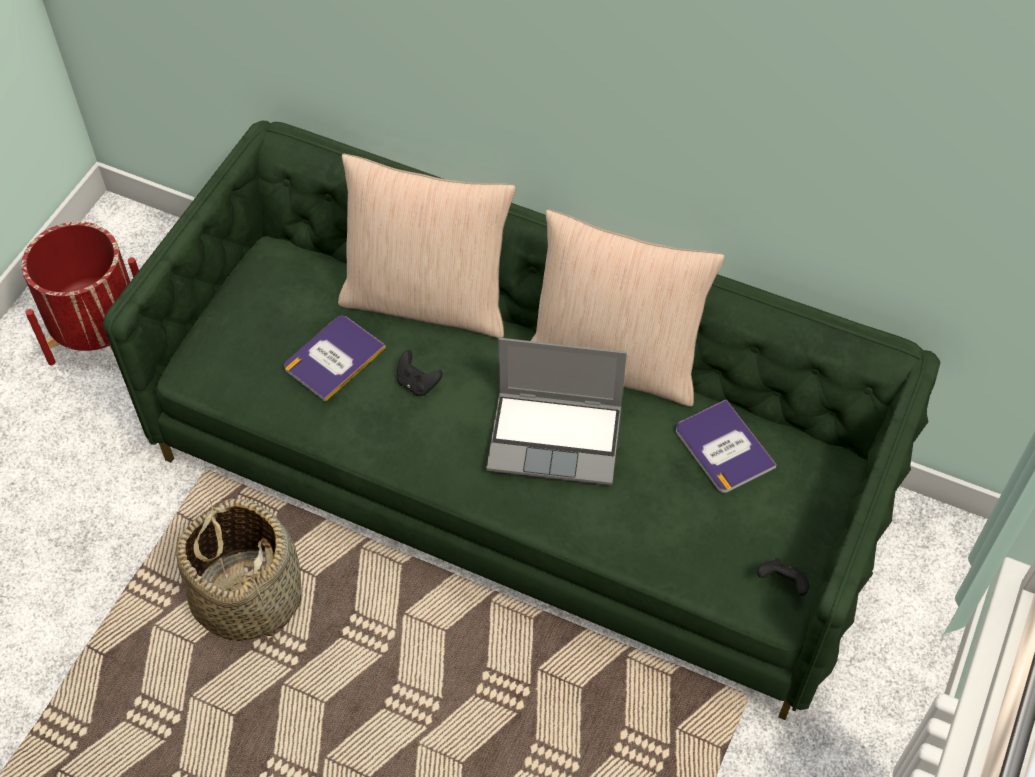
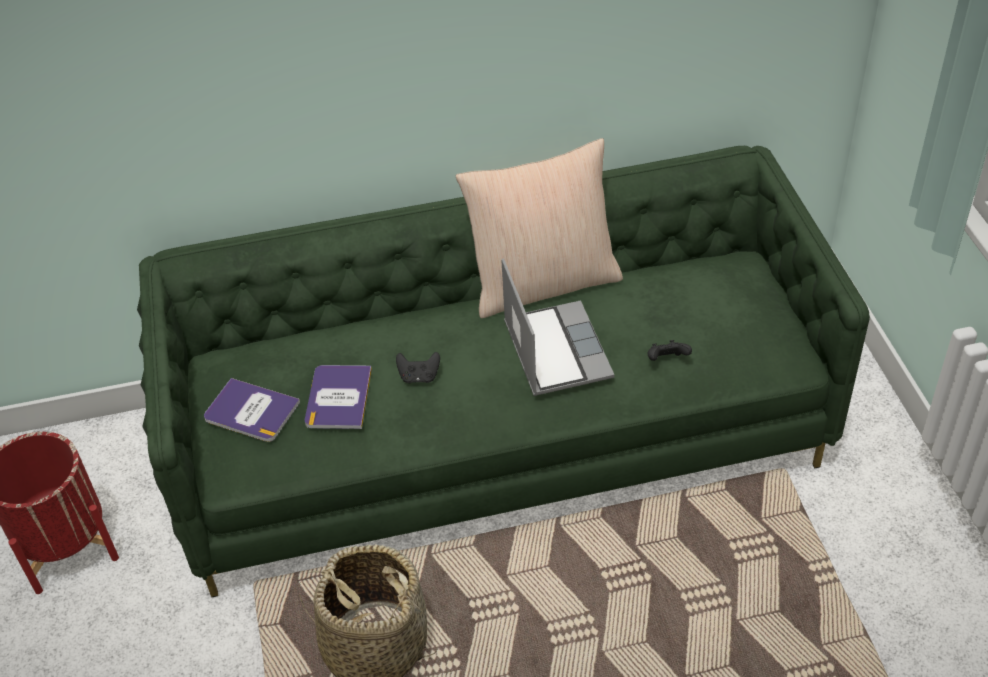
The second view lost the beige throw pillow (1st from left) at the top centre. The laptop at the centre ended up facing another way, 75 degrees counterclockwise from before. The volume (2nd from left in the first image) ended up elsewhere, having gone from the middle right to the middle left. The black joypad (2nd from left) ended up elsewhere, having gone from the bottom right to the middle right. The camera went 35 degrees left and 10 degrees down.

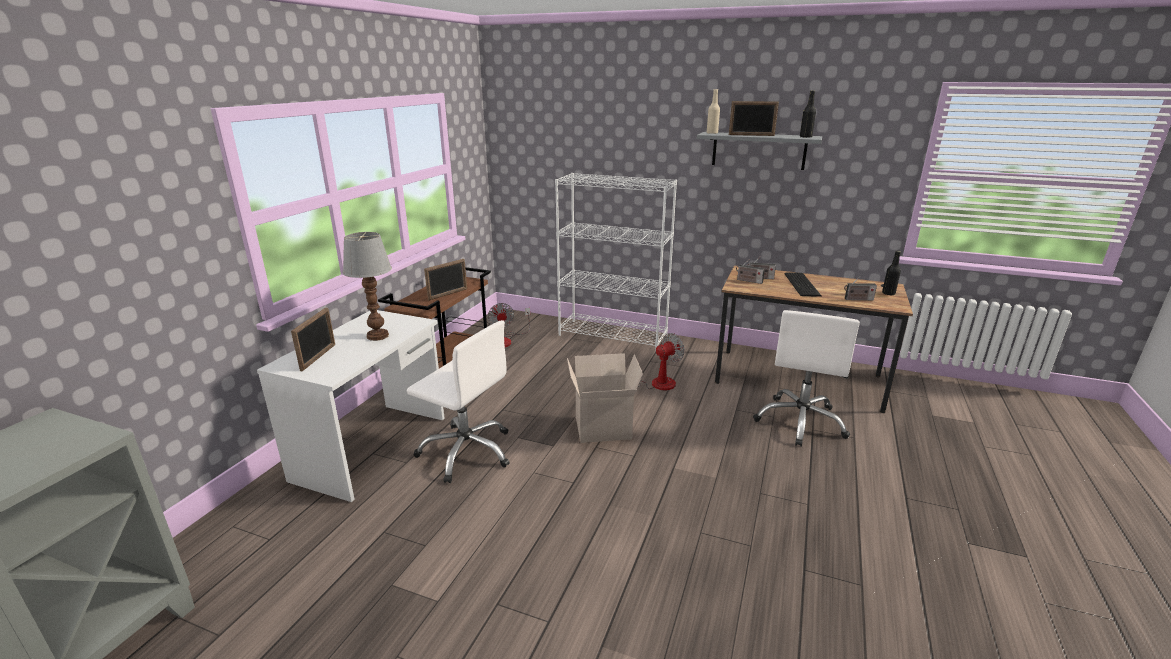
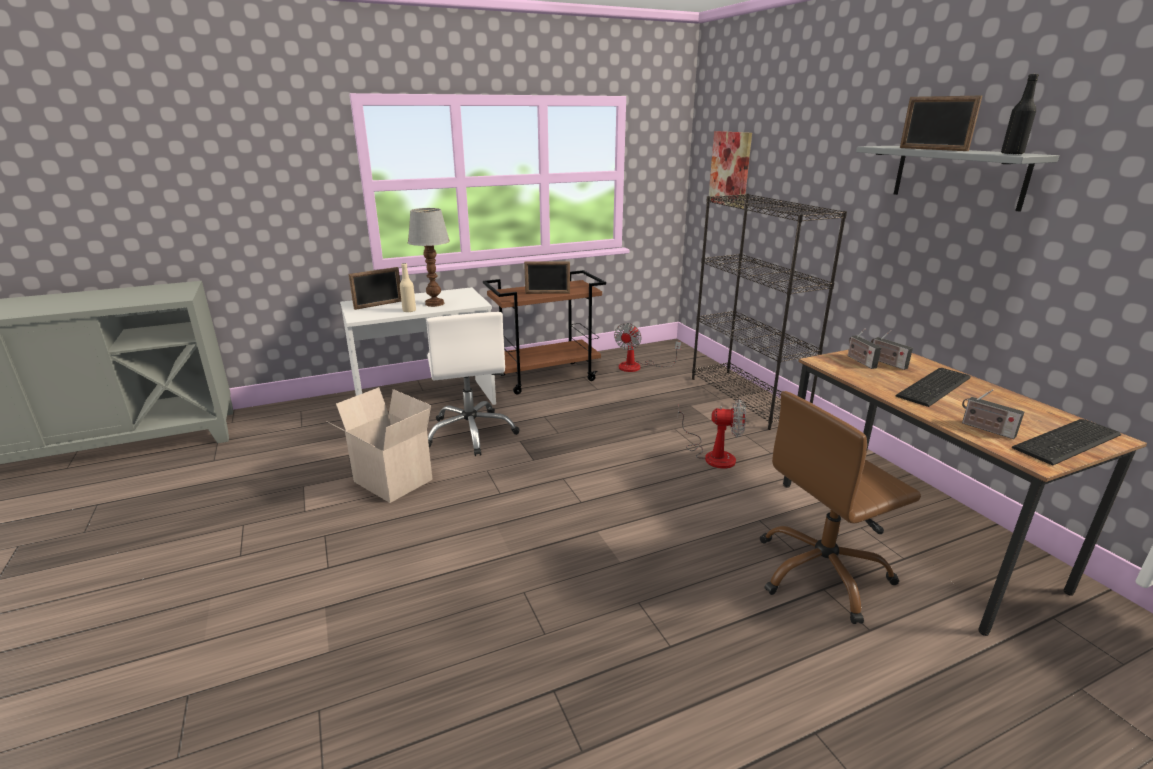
What was the white-coloured bookcase at the centre turned into the black bookcase at the middle right. The cardboard box ended up elsewhere, having gone from the centre to the middle left. The beige beverage bottle ended up elsewhere, having gone from the top centre to the centre. What was the white-coloured desk chair (2nd from left) at the middle right turned into the brown desk chair at the middle right. Where the black beverage bottle (2nd from left) stood at the middle right, the computer keyboard (2nd from left) came to stand at the middle right. The second view gained the wall art at the top centre. The camera went 45 degrees right and 0 degrees up.

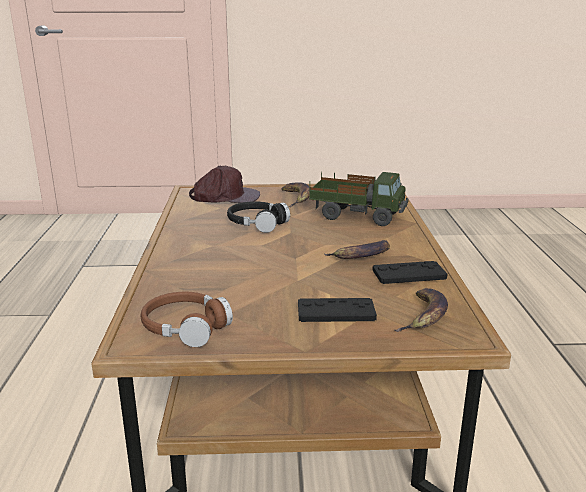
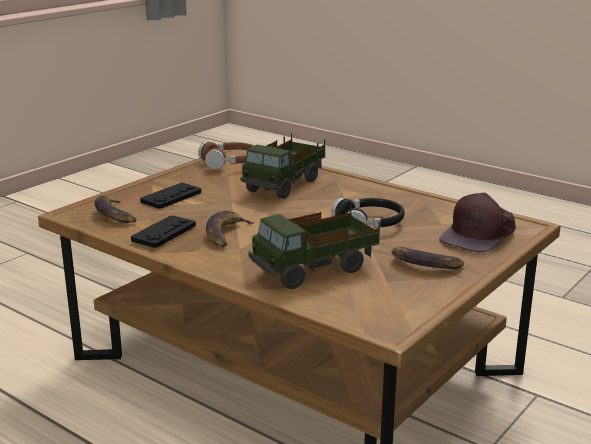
The second view gained the toy truck (1st from left) at the centre. The camera went 130 degrees right and 0 degrees up.

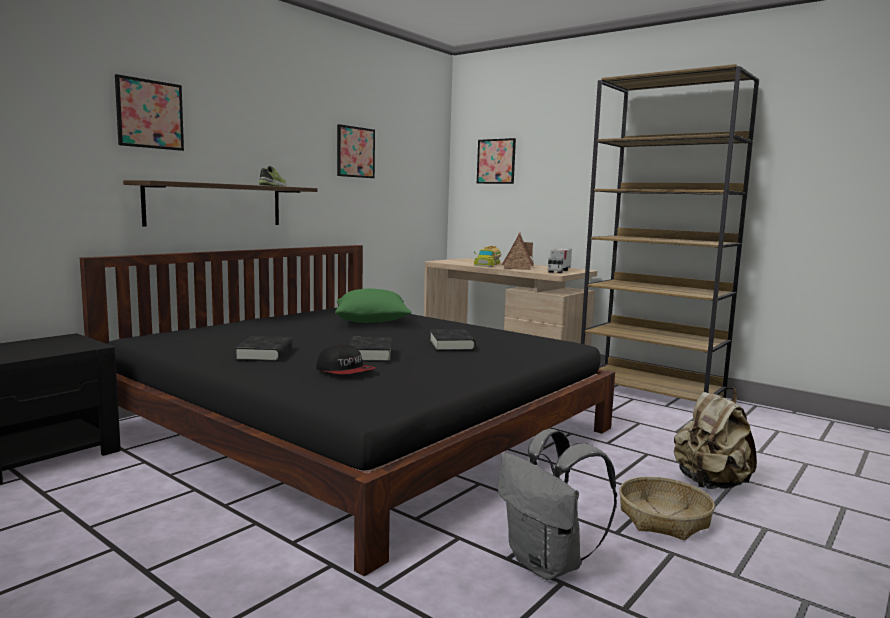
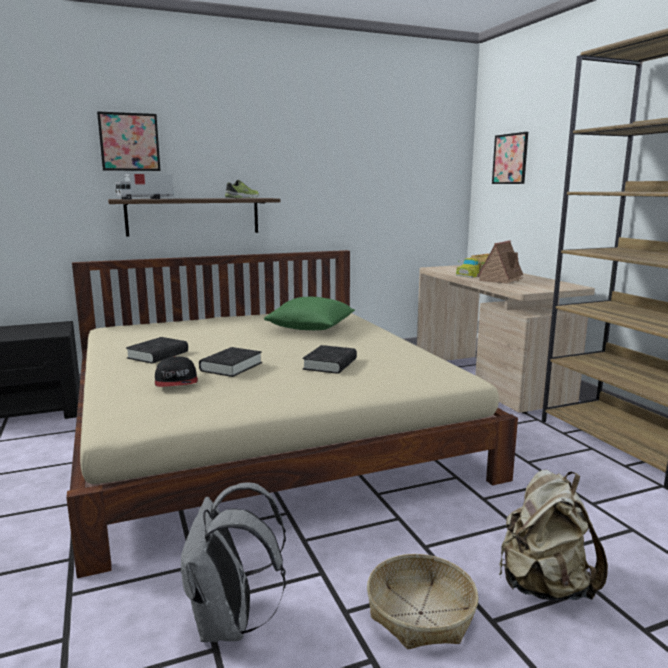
What was the black bedroom bed at the centre turned into the beige bedroom bed at the centre. The second view lost the wall art (2nd from left) at the top centre. The toy truck (2nd from left in the first image) ended up elsewhere, having gone from the centre to the top left. The camera went 30 degrees right and 5 degrees up.

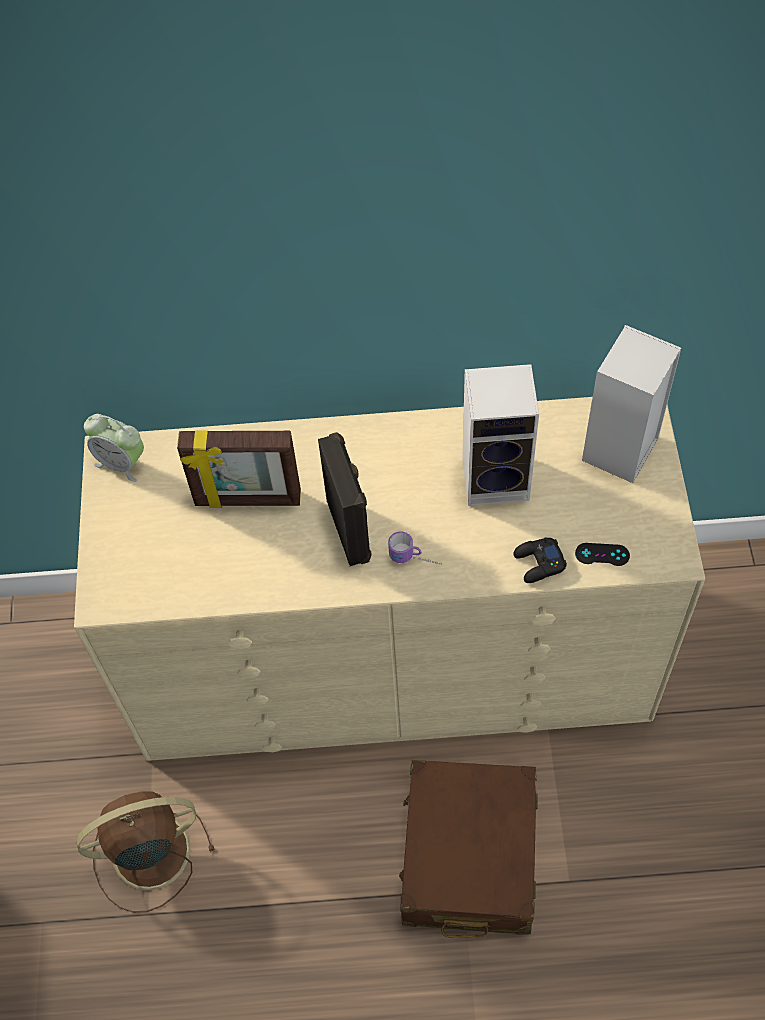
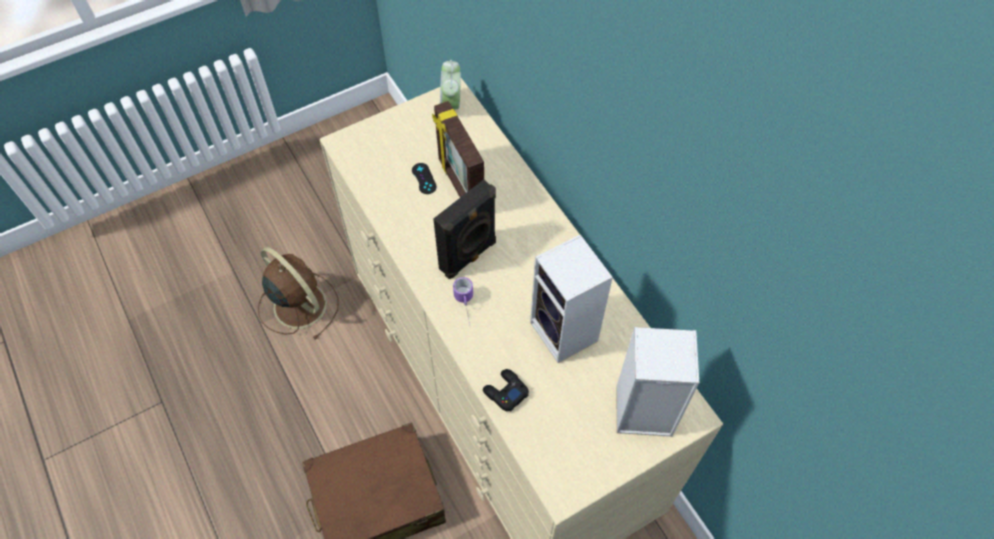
The black joypad (2nd from left in the first image) ended up elsewhere, having gone from the middle right to the top centre. The camera went 60 degrees right and 0 degrees up.

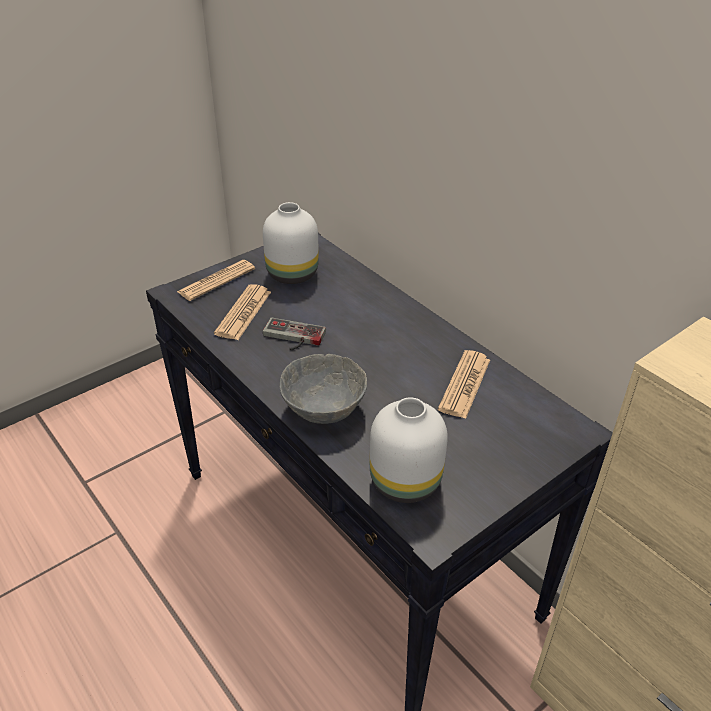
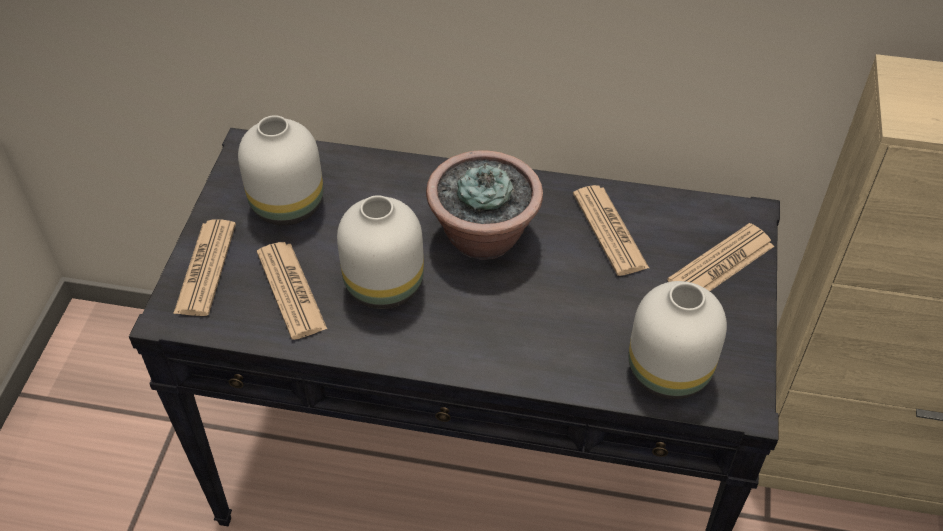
Where the joypad stood at the centre, the white-coloured flower vase (2nd from left) came to stand at the centre. The second view lost the gray deep dish at the centre. The second view gained the potted plant at the centre. The second view gained the daily paper (4th from left) at the middle right. The camera went 40 degrees left and 10 degrees up.

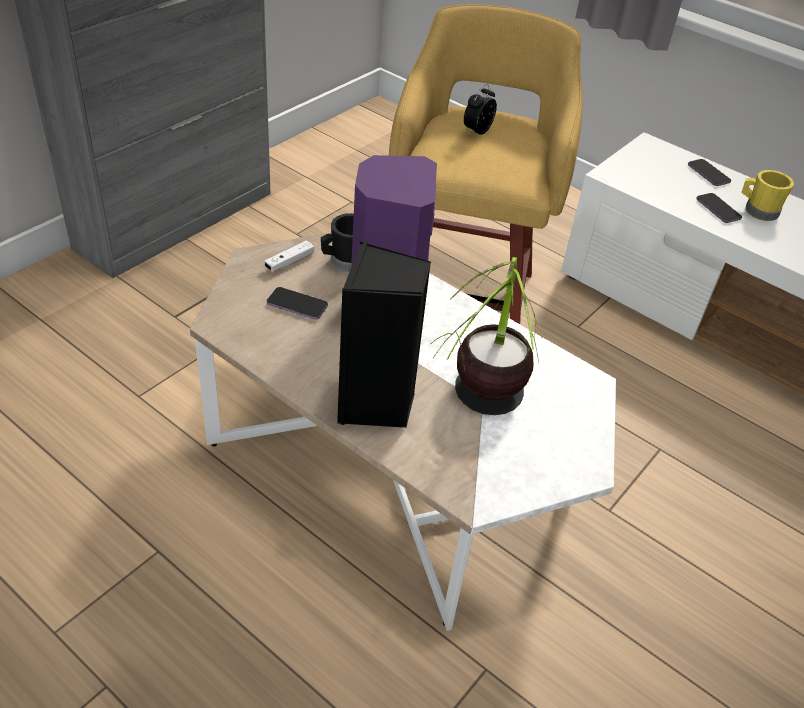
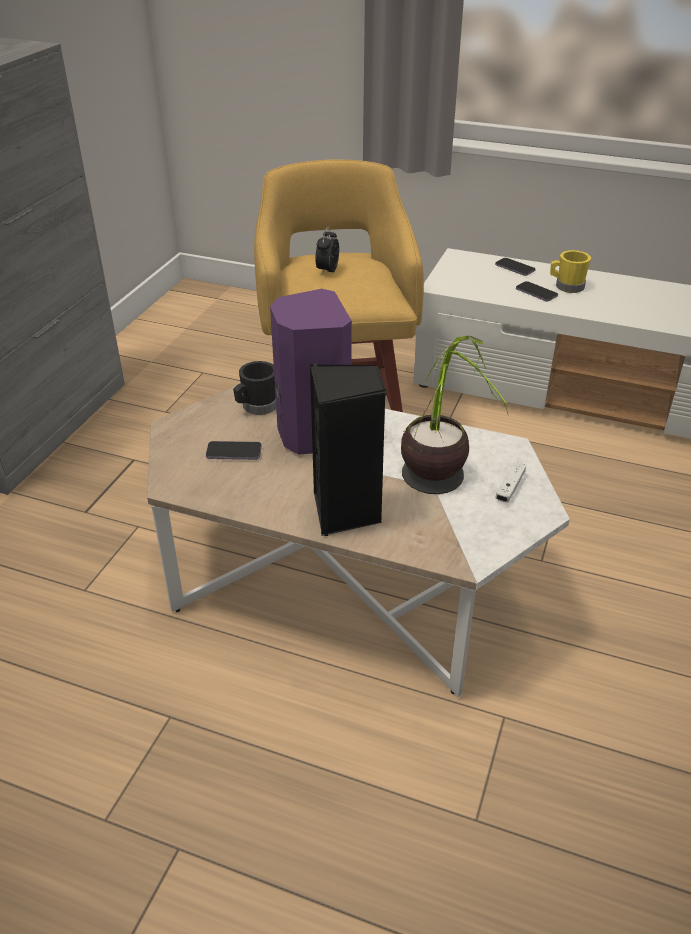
The white-coloured joypad ended up elsewhere, having gone from the centre to the middle right. The camera went 15 degrees left and 5 degrees down.

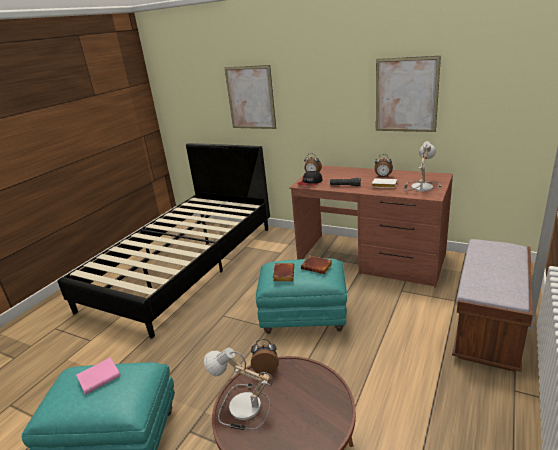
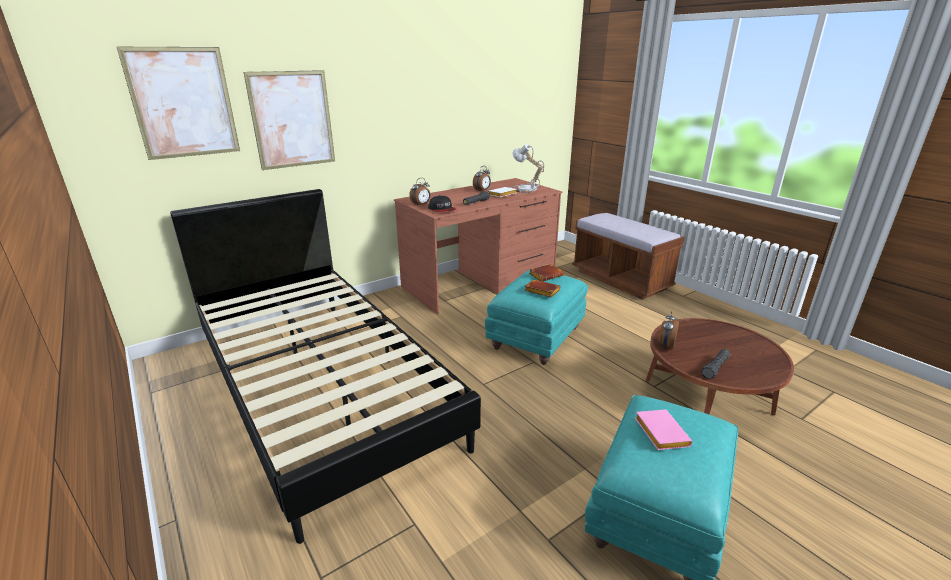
Where the tabletop lamp (1st from left) stood at the bottom centre, the black torch (2nd from left) came to stand at the middle right. The wall art (2nd from left in the first image) ended up elsewhere, having gone from the top right to the top left. The camera went 65 degrees left and 0 degrees up.

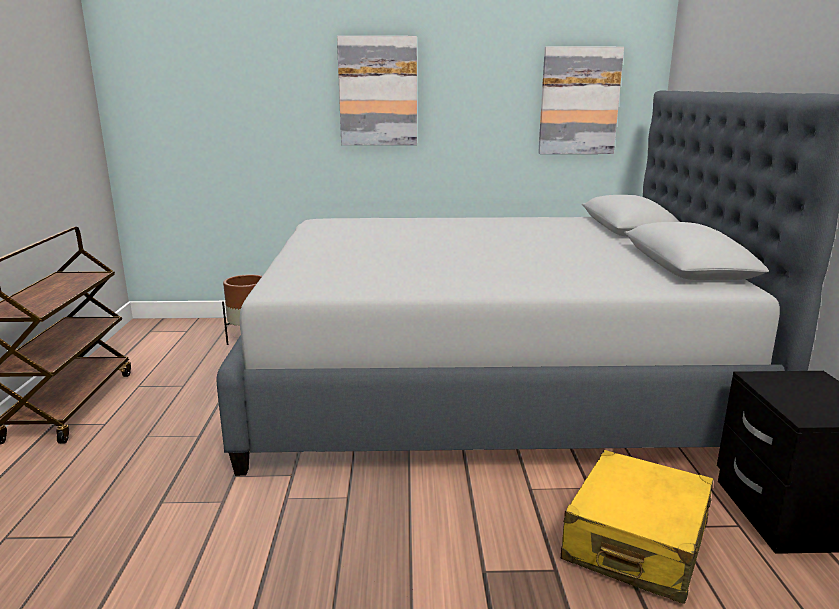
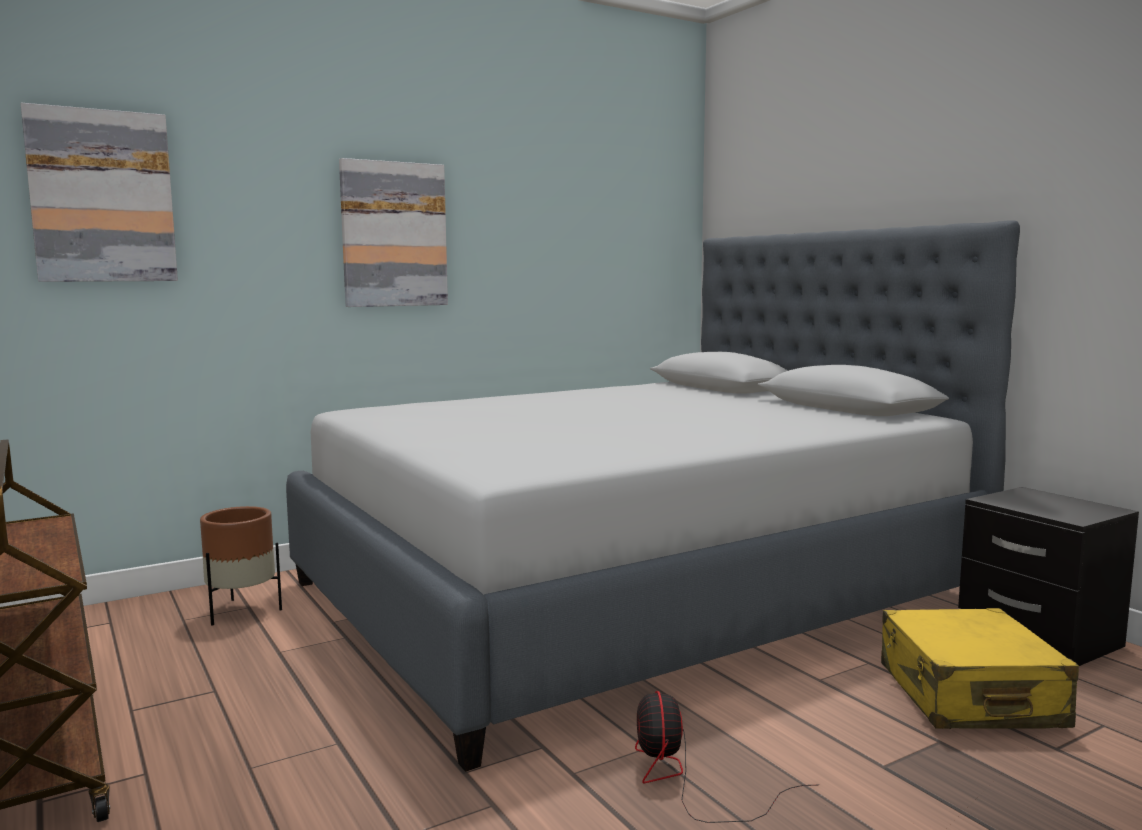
The wall art (2nd from left in the first image) ended up elsewhere, having gone from the top right to the top left. The second view gained the fan at the bottom centre. The camera went 30 degrees left and 10 degrees down.

